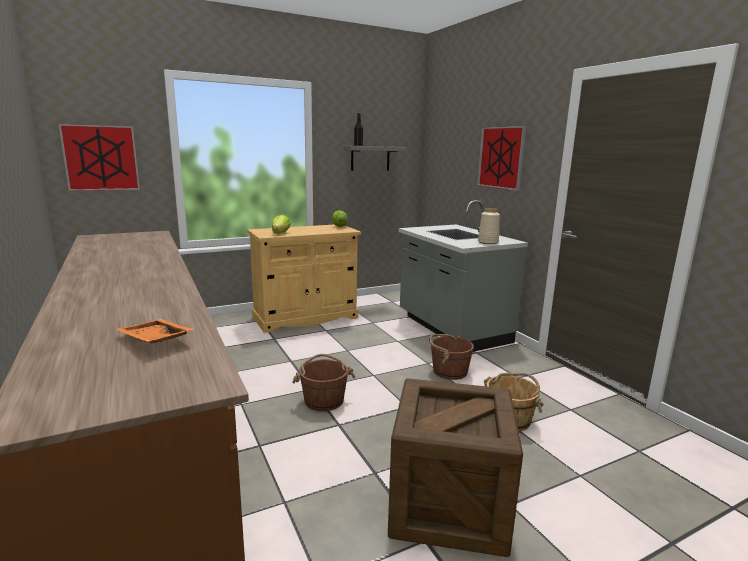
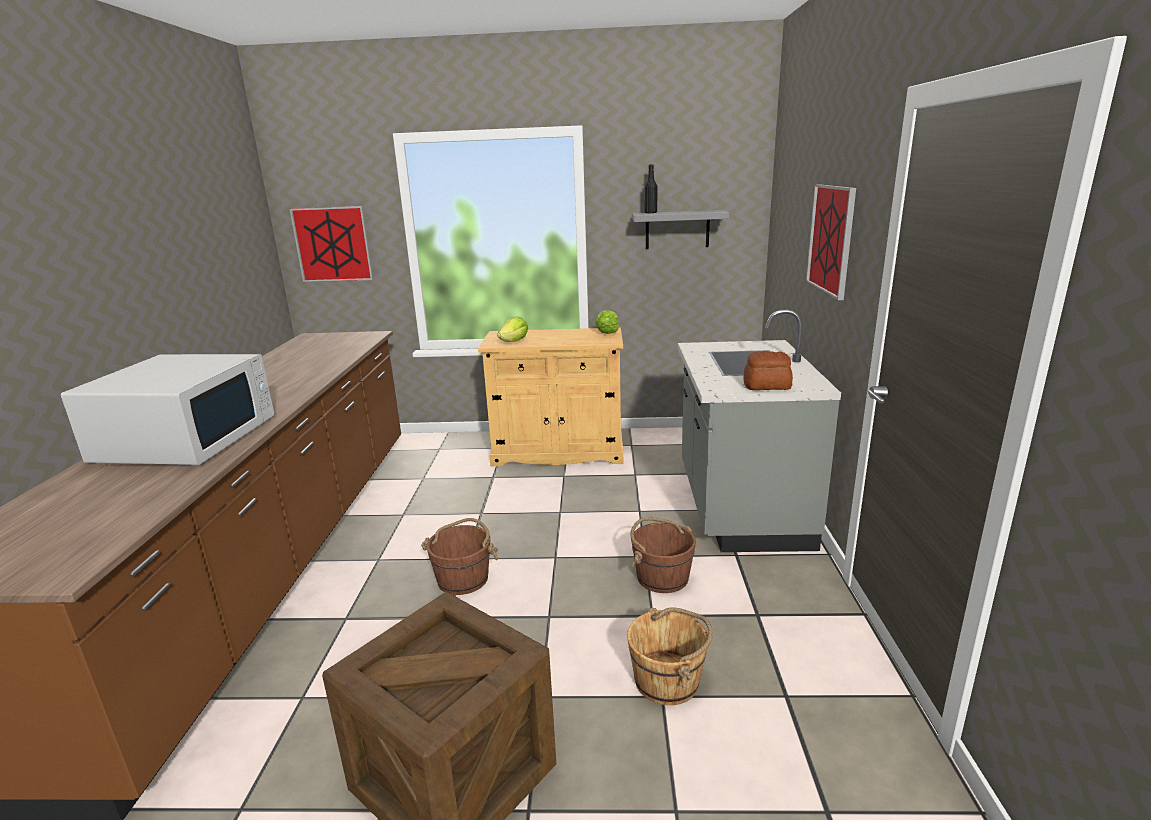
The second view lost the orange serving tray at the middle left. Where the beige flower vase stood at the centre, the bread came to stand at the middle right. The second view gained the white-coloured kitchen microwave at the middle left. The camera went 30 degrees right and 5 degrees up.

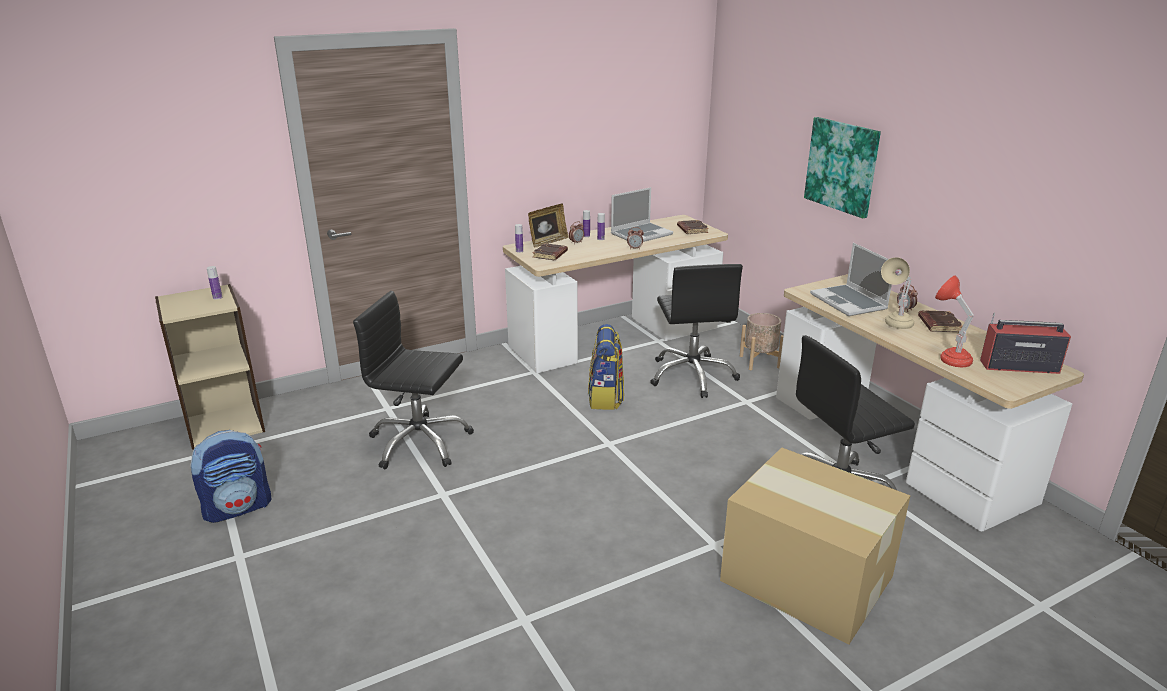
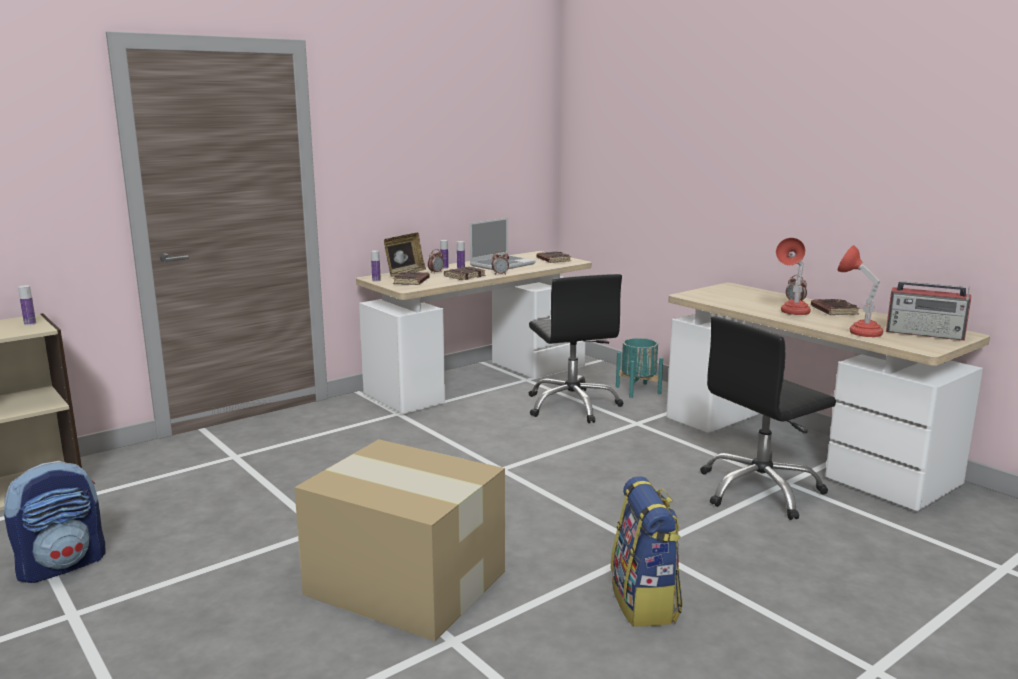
The second view lost the black desk chair (1st from left) at the centre. The backpack (2nd from left) ended up elsewhere, having gone from the centre to the bottom centre. The cardboard box ended up elsewhere, having gone from the bottom right to the bottom centre. What was the beige flower pot at the centre turned into the blue-green flower pot at the centre. The second view lost the wall art at the top right. The second view lost the laptop (2nd from left) at the middle right. What was the beige tabletop lamp at the middle right turned into the red-coloured tabletop lamp (1st from left) at the middle right. The radio set at the middle right ended up facing another way, 150 degrees counterclockwise from before. The second view gained the brown volume (2nd from left) at the centre. The camera went 10 degrees left and 10 degrees down.

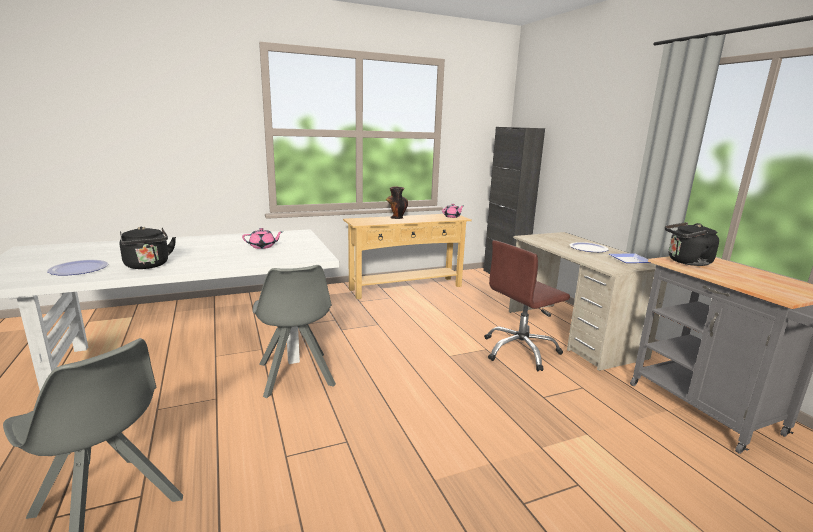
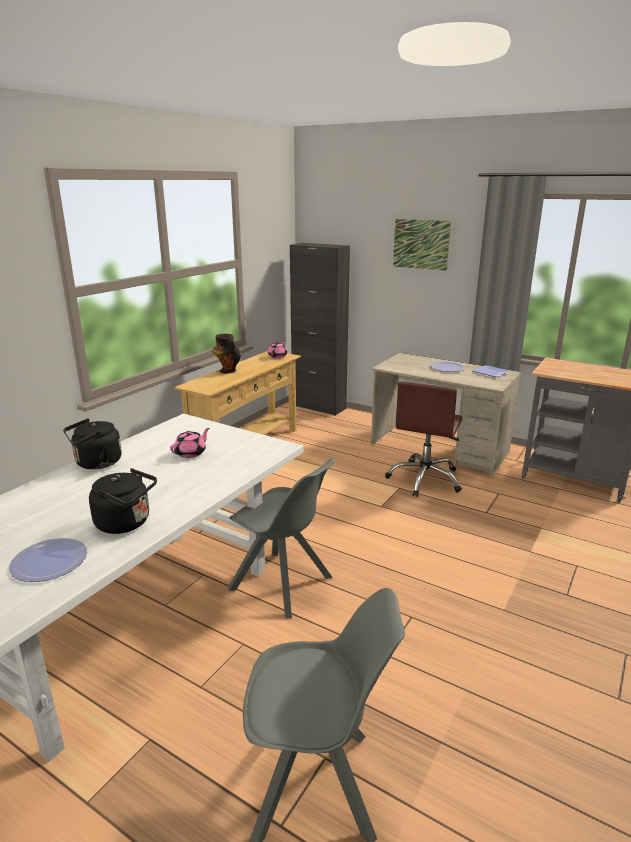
The black water kettle (2nd from left in the first image) ended up elsewhere, having gone from the middle right to the middle left. The second view gained the wall art at the top right. The camera went 35 degrees left and 5 degrees up.

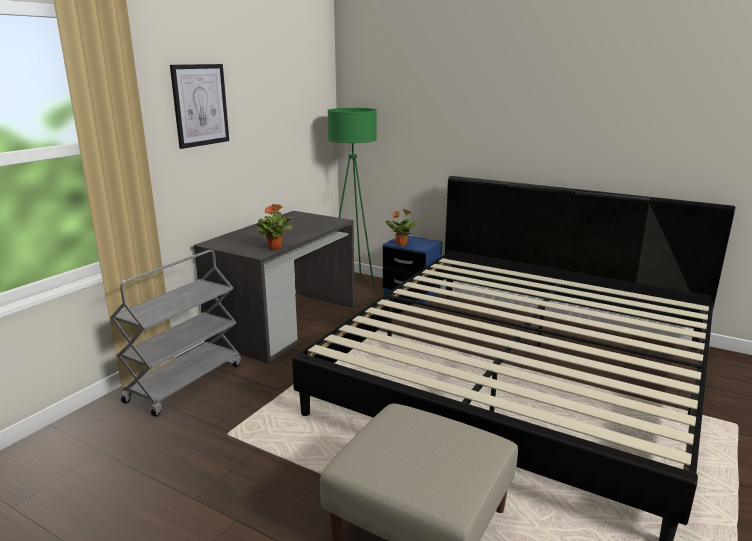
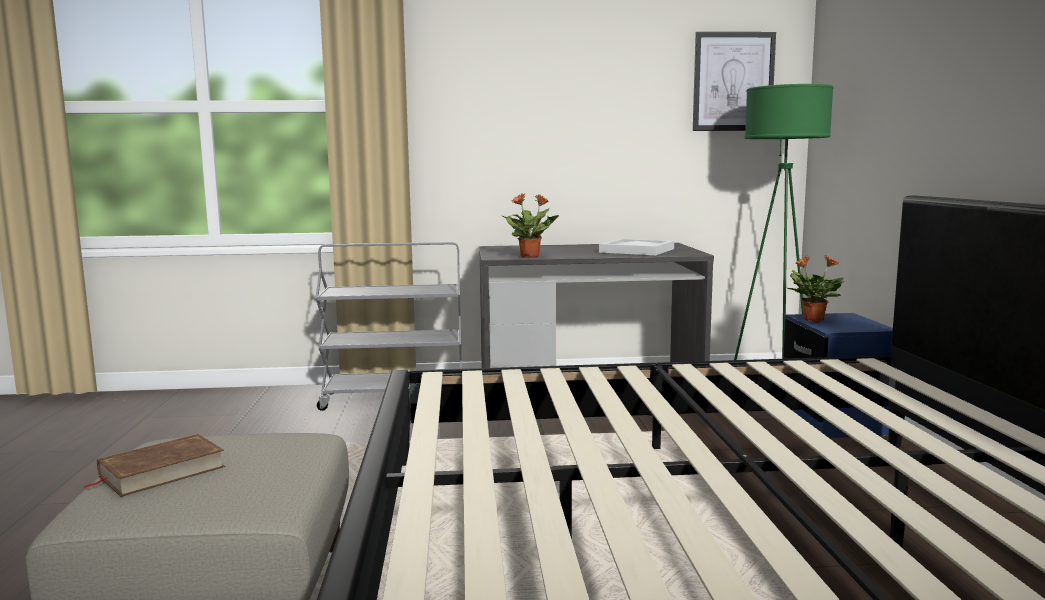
The wall art ended up elsewhere, having gone from the top left to the top right. The second view gained the brown volume at the bottom left. The second view gained the white-coloured serving tray at the centre. The camera went 55 degrees right and 10 degrees down.

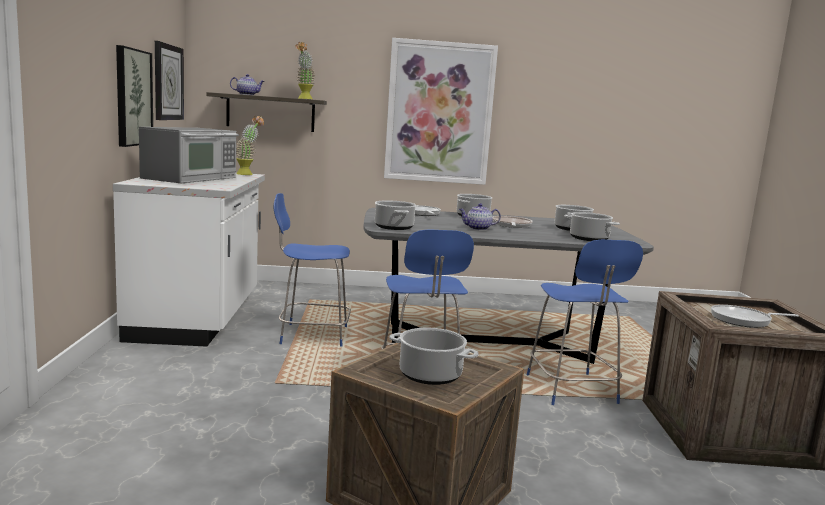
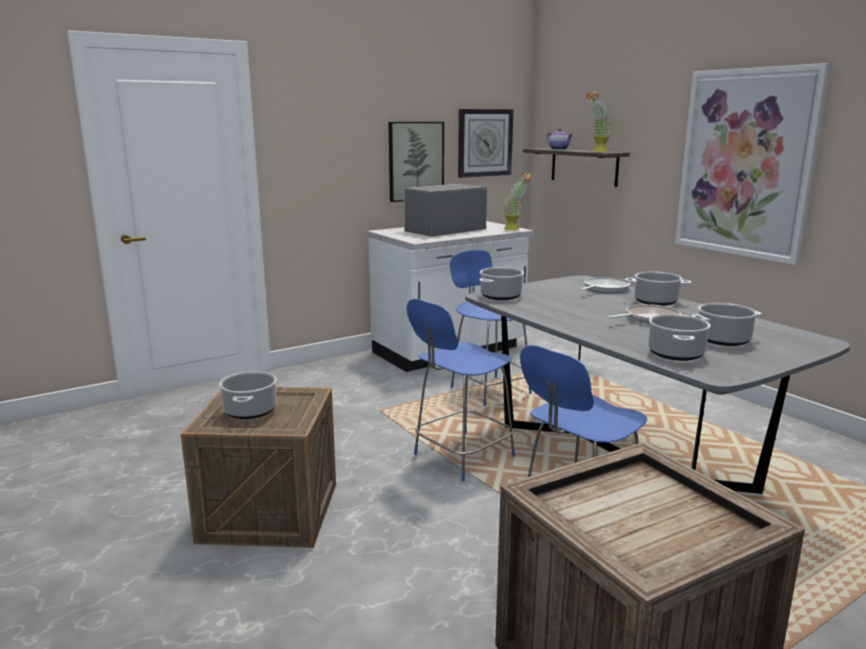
The kitchen microwave at the top left ended up facing another way, 150 degrees clockwise from before. The second view lost the teapot (2nd from left) at the centre. The second view lost the skillet (3rd from left) at the middle right. The camera went 60 degrees right and 5 degrees up.

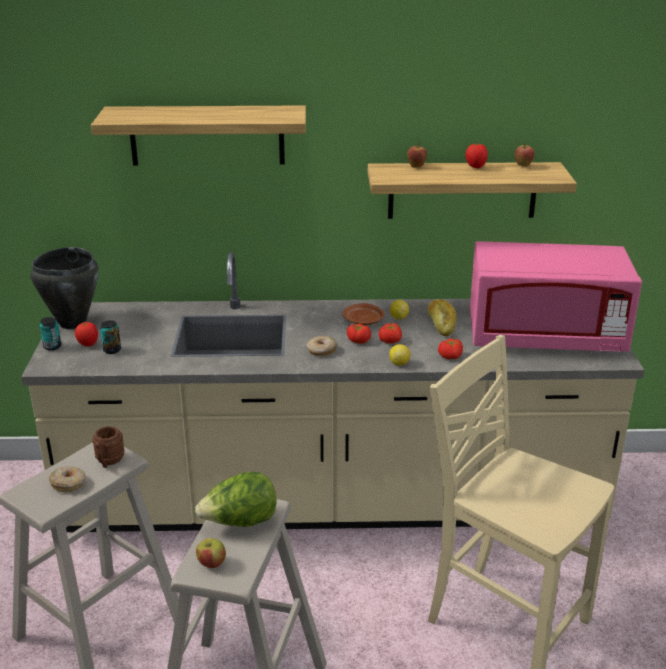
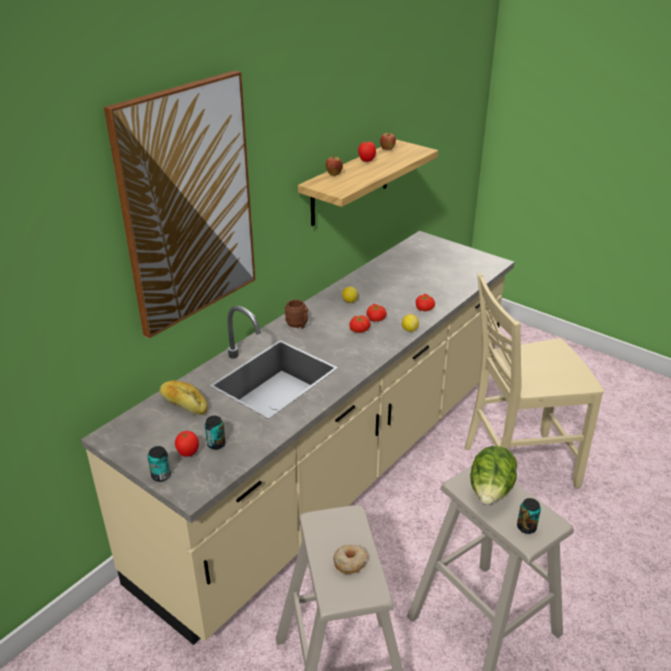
The second view lost the black stockpot at the middle left. Where the bracket shelf (1st from left) hung at the top left, the wall art came to hang at the top left. The brown coffee mug ended up elsewhere, having gone from the bottom left to the centre. Where the apple (1st from left) stood at the bottom left, the can (3rd from left) came to stand at the bottom right. The second view lost the donut (2nd from left) at the centre. The second view lost the brown flat dish at the centre. The bread ended up elsewhere, having gone from the centre to the middle left. The second view lost the pinkish kitchen microwave at the middle right. The camera went 50 degrees left and 5 degrees up.

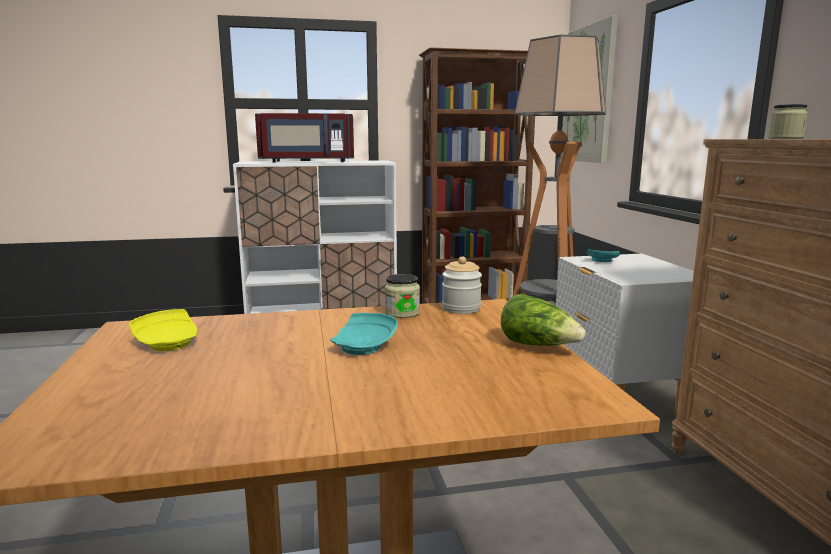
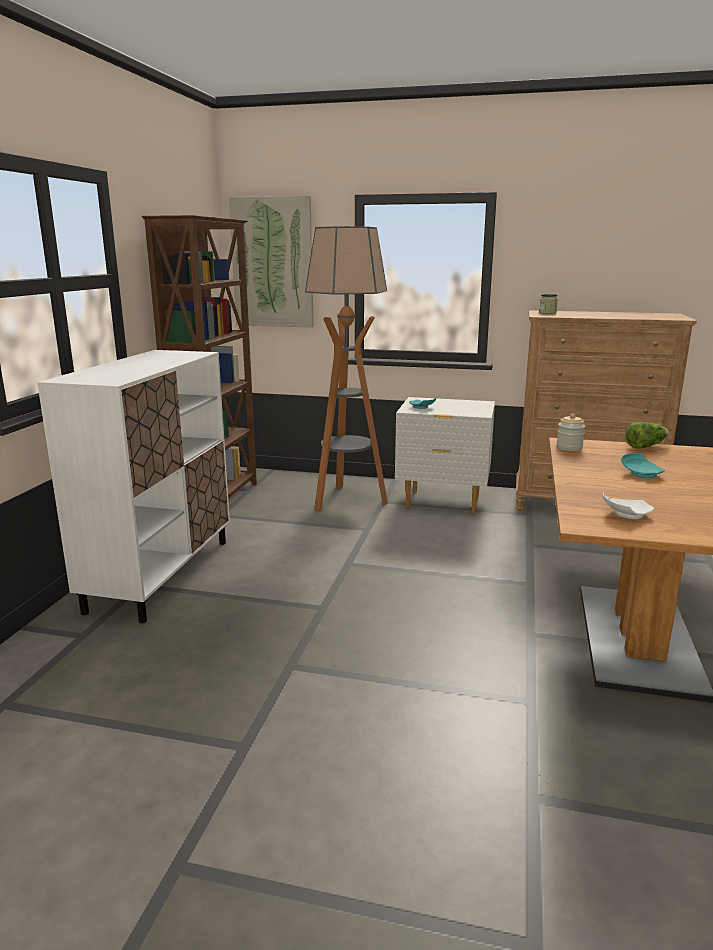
What was the yellow flat dish at the middle left turned into the white-coloured flat dish at the middle right. The second view lost the red-coloured kitchen microwave at the top centre. The second view lost the storage jar (1st from left) at the centre. The camera went 65 degrees left and 5 degrees up.

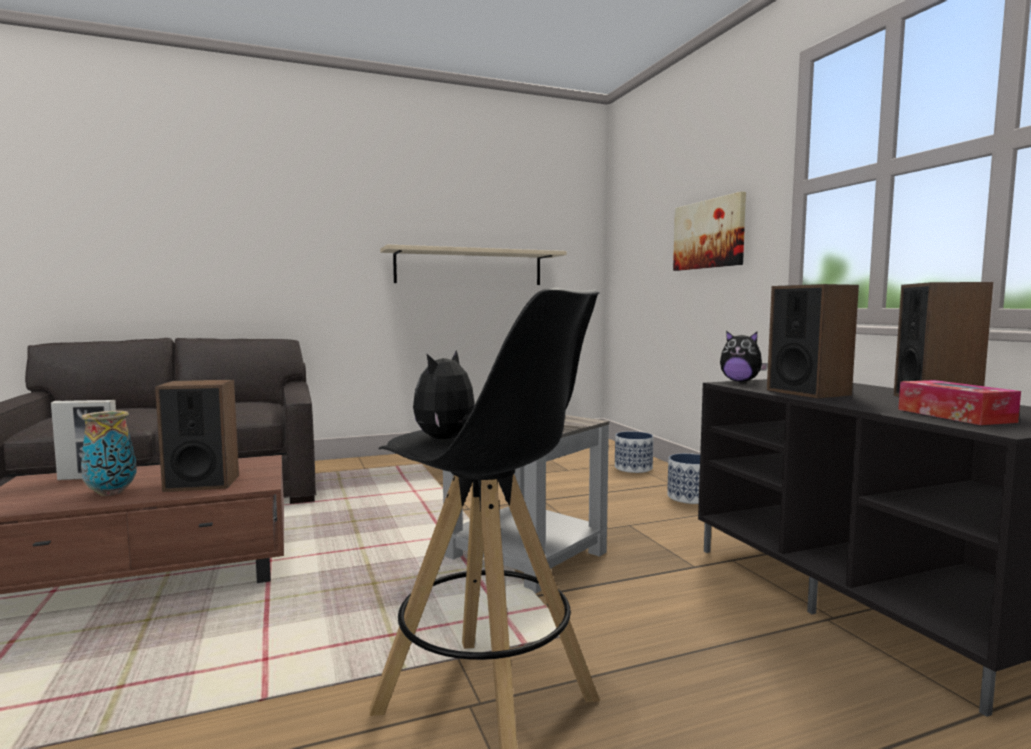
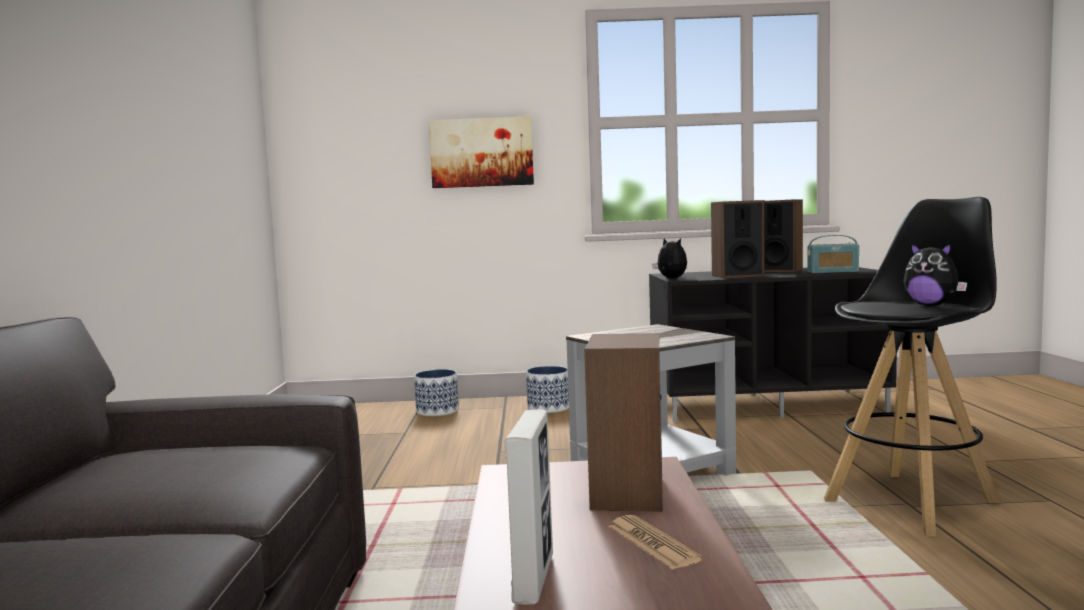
Where the flower vase stood at the middle left, the daily paper came to stand at the bottom centre. The second view lost the beige bracket shelf at the centre. The plush toy (2nd from left in the first image) at the middle right ended up facing another way, 90 degrees counterclockwise from before. Where the tissue box stood at the middle right, the radio set came to stand at the middle right. The camera went 70 degrees left and 0 degrees up.

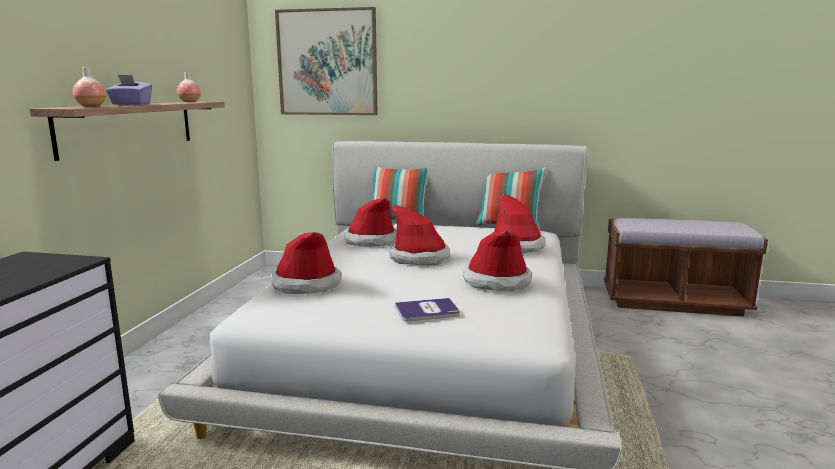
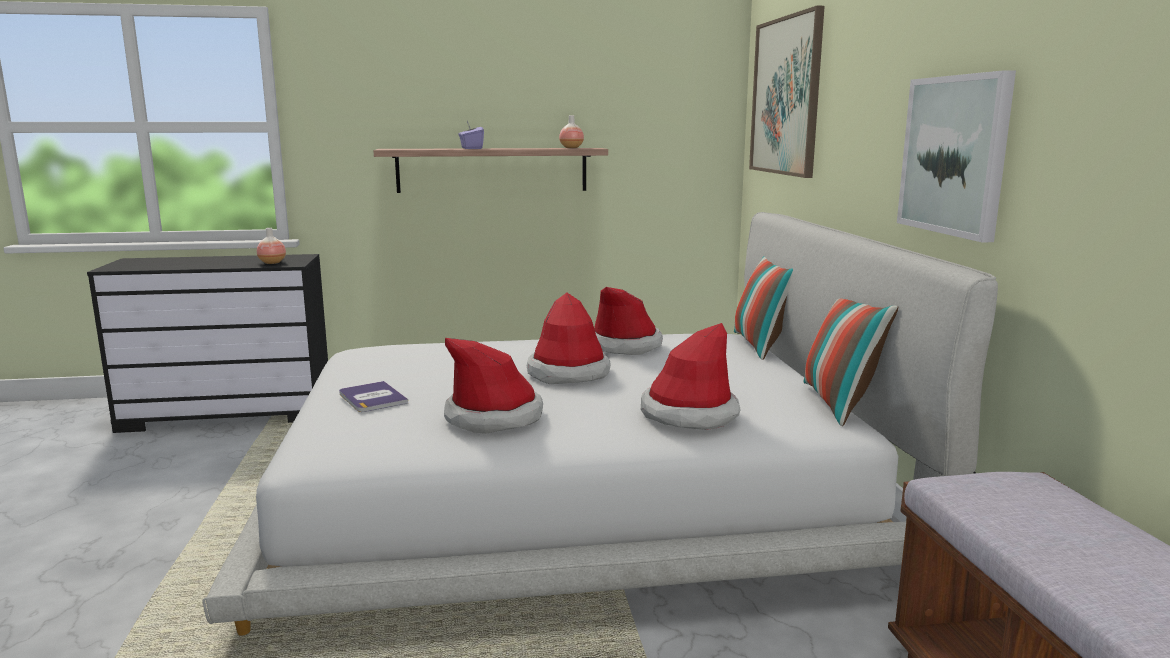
The flower vase (1st from left) ended up elsewhere, having gone from the top left to the middle left. The second view lost the clothing hat (1st from left) at the centre. The second view gained the wall art (2nd from left) at the top right. The camera went 70 degrees right and 0 degrees up.

